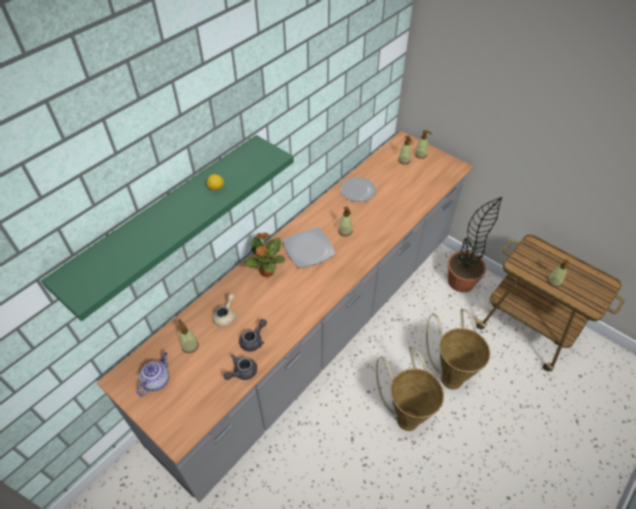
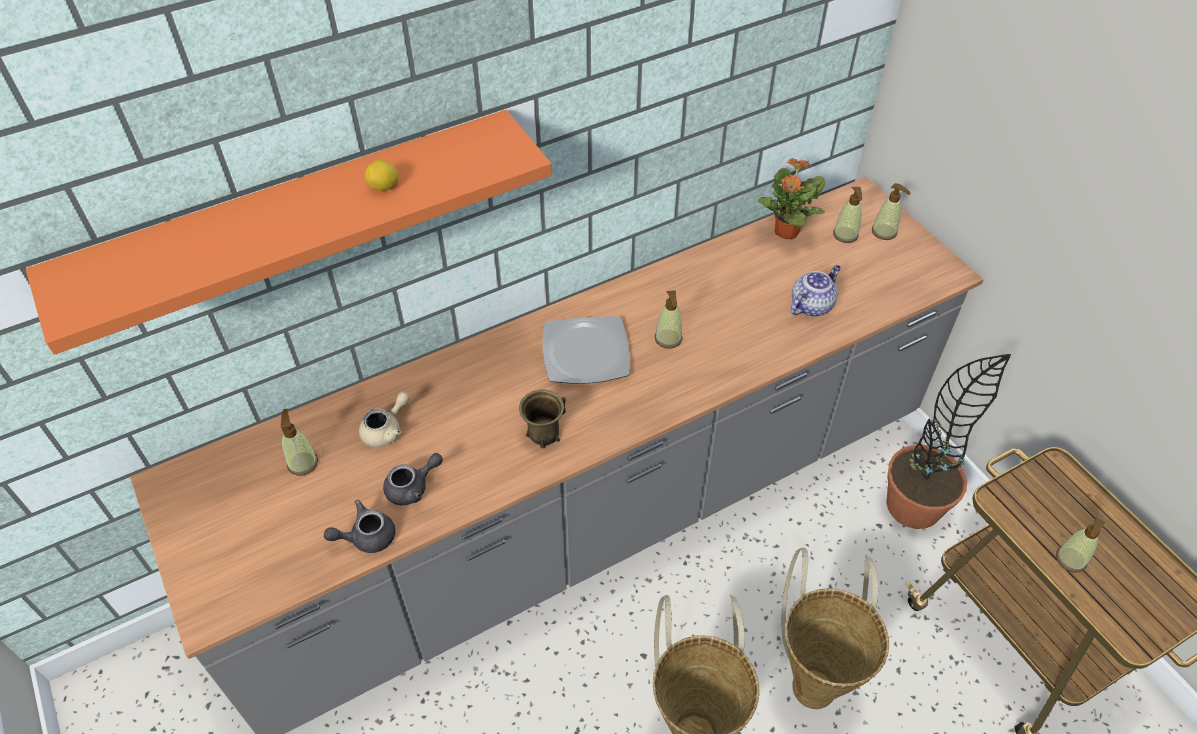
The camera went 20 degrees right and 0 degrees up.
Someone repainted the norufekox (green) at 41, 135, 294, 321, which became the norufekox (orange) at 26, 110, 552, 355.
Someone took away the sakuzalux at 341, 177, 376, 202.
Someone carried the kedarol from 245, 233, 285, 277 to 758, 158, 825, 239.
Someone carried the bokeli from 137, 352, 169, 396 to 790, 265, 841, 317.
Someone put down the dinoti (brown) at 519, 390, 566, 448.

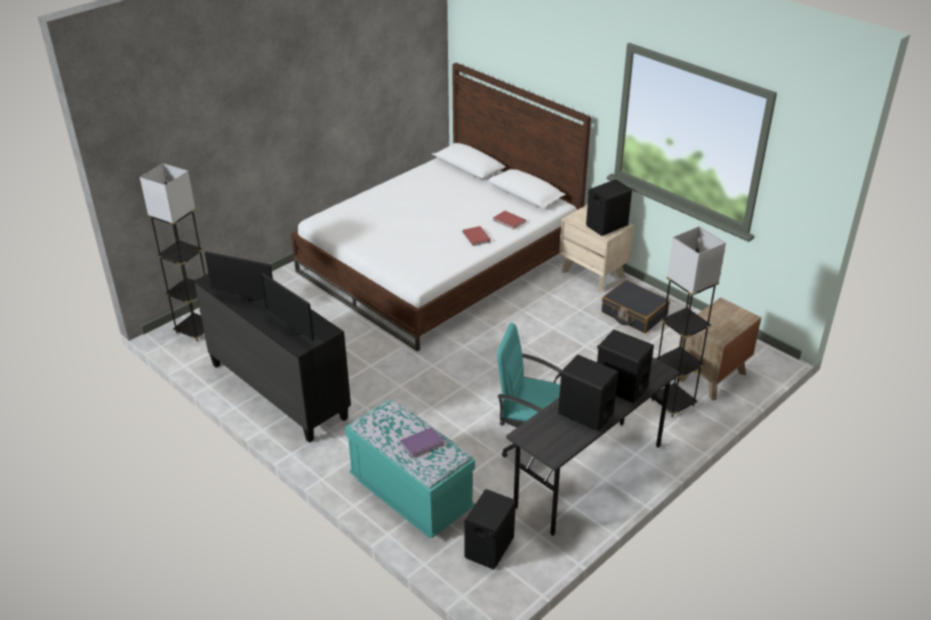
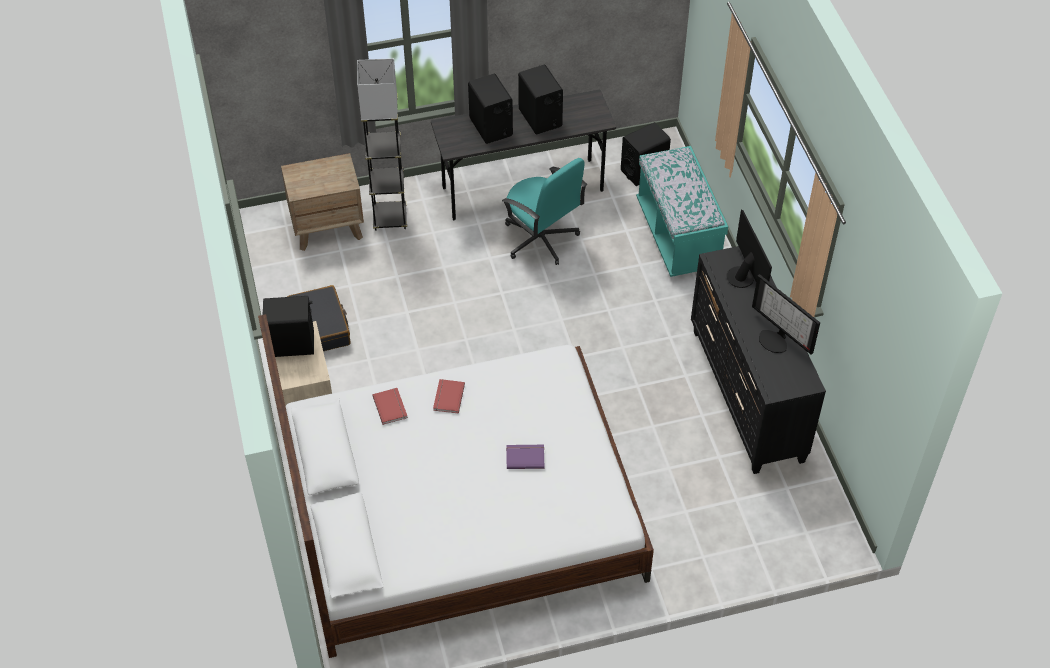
The camera went 150 degrees left and 15 degrees up.
Someone took away the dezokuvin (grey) at 140, 163, 205, 341.
Someone carried the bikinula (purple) from 400, 427, 444, 458 to 506, 445, 544, 469.

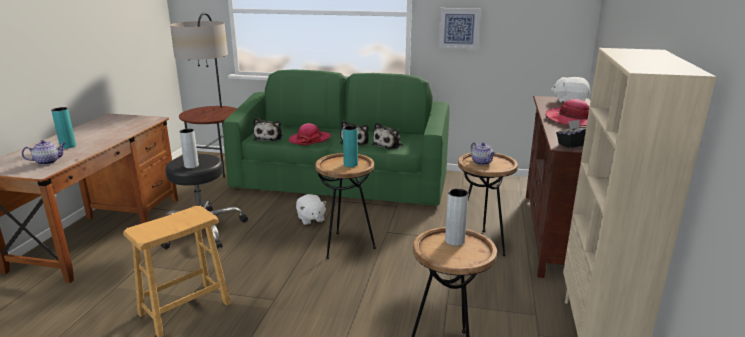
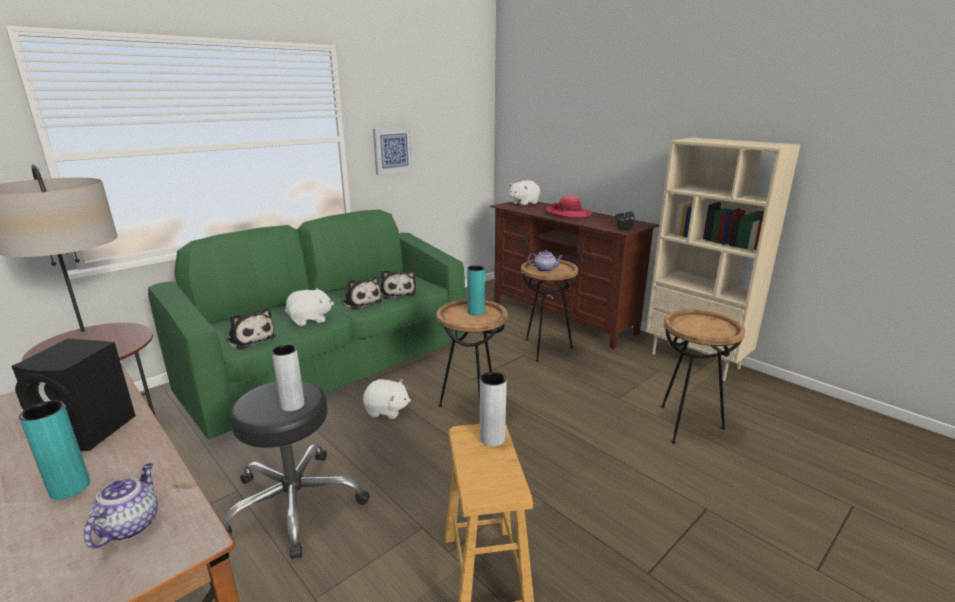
The camera went 55 degrees left and 0 degrees up.
Someone swapped the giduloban at 289, 123, 331, 145 for the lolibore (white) at 285, 288, 334, 326.
Someone carried the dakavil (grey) from 445, 189, 468, 246 to 480, 372, 507, 446.
Someone put down the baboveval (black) at 12, 338, 136, 451.

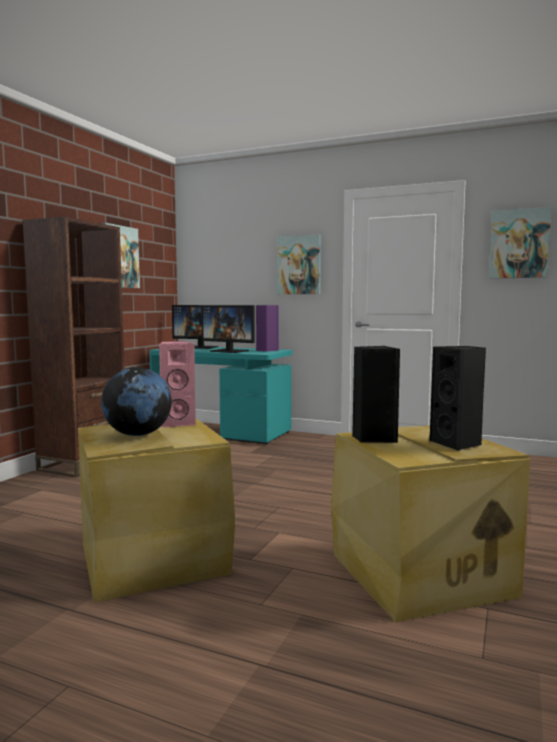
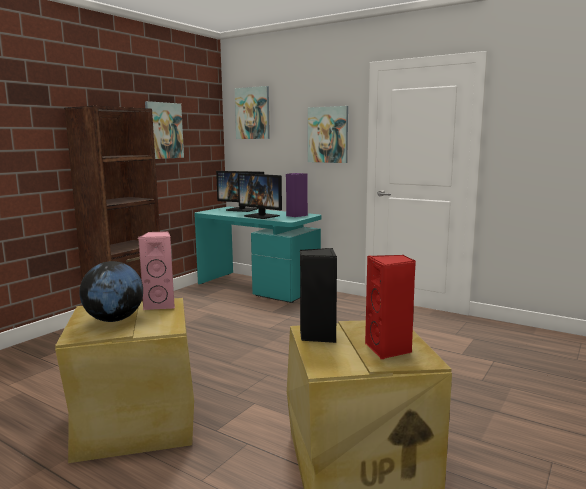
The camera went 10 degrees right and 5 degrees up.
Someone carried the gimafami from 489, 207, 552, 279 to 235, 86, 270, 139.
Someone repainted the baboveval (black) at 430, 346, 486, 451, which became the baboveval (red) at 365, 255, 416, 359.

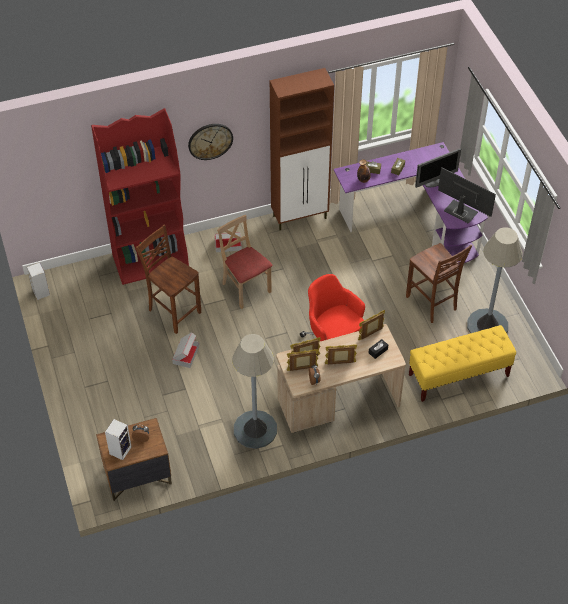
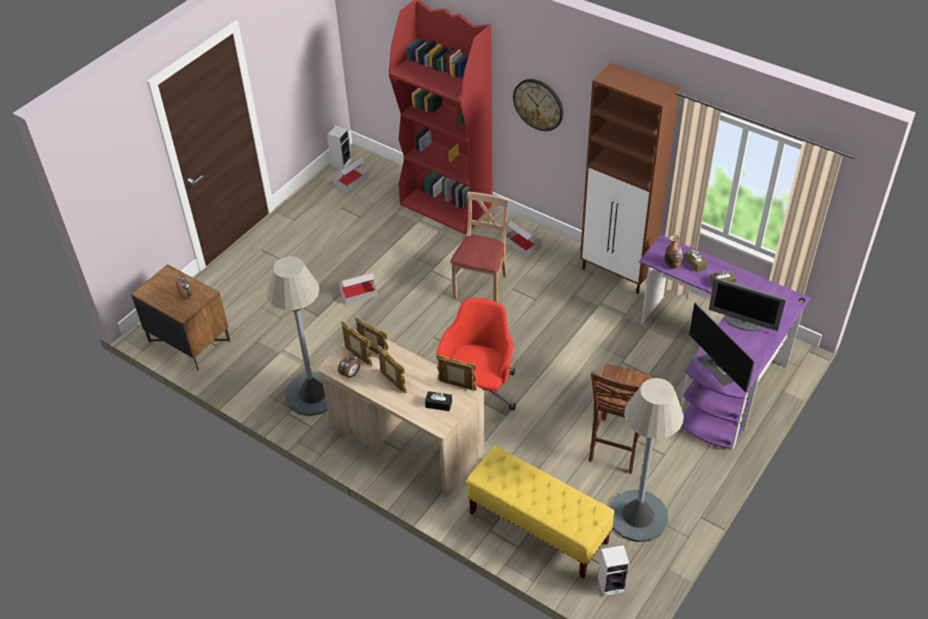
The camera went 55 degrees right and 5 degrees down.
Someone rotated the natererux at 438, 168, 496, 224 by 150 degrees clockwise.
Someone took away the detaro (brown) at 136, 225, 201, 334.
Someone carried the baboveval from 105, 419, 132, 460 to 598, 545, 630, 596.
Someone put down the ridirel at 332, 157, 369, 192.

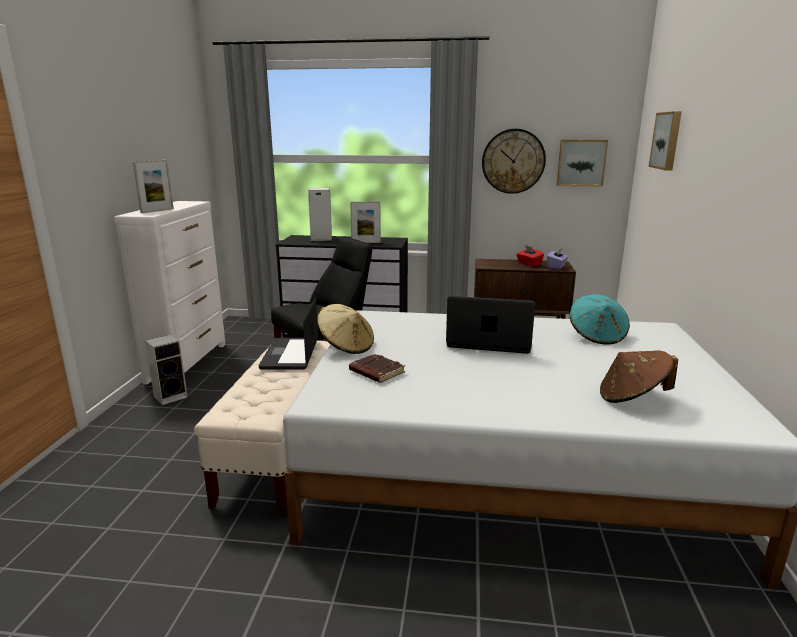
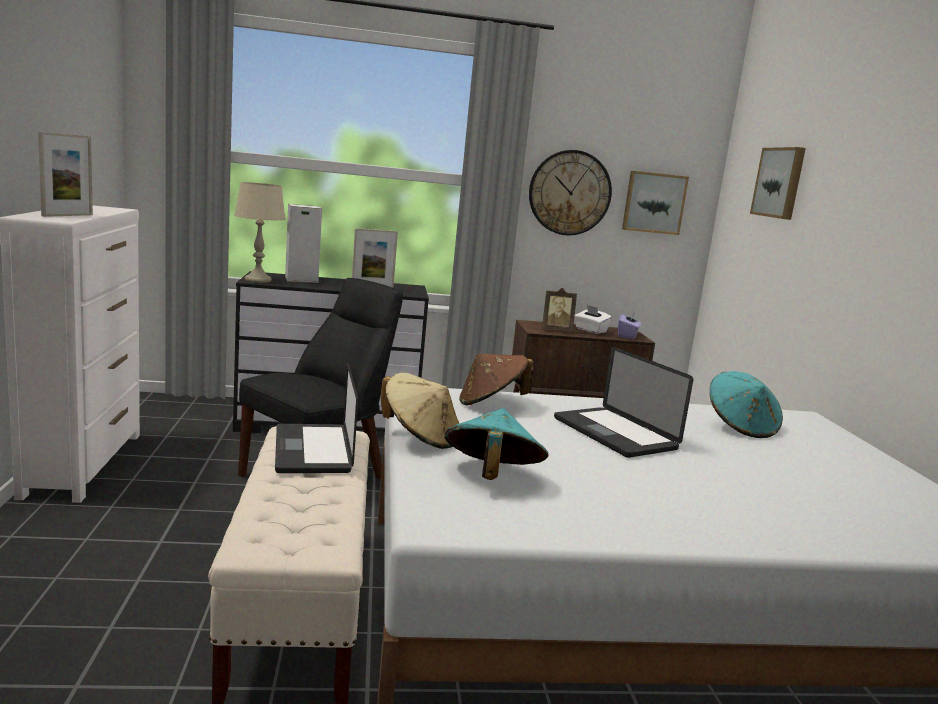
The camera went 15 degrees left and 5 degrees down.
Someone repainted the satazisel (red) at 516, 245, 544, 267, which became the satazisel (white) at 574, 305, 612, 334.
Someone rotated the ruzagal at 446, 296, 535, 354 by 120 degrees counterclockwise.
Someone took away the baboveval at 145, 334, 188, 405.
Someone carried the giduloban (brown) from 600, 350, 678, 403 to 459, 354, 534, 405.
Someone swapped the bikinula (brown) at 349, 354, 405, 383 for the giduloban (turquoise) at 445, 408, 549, 480.
Someone put down the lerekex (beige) at 234, 182, 286, 283.
Someone put down the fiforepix at 542, 288, 577, 332.

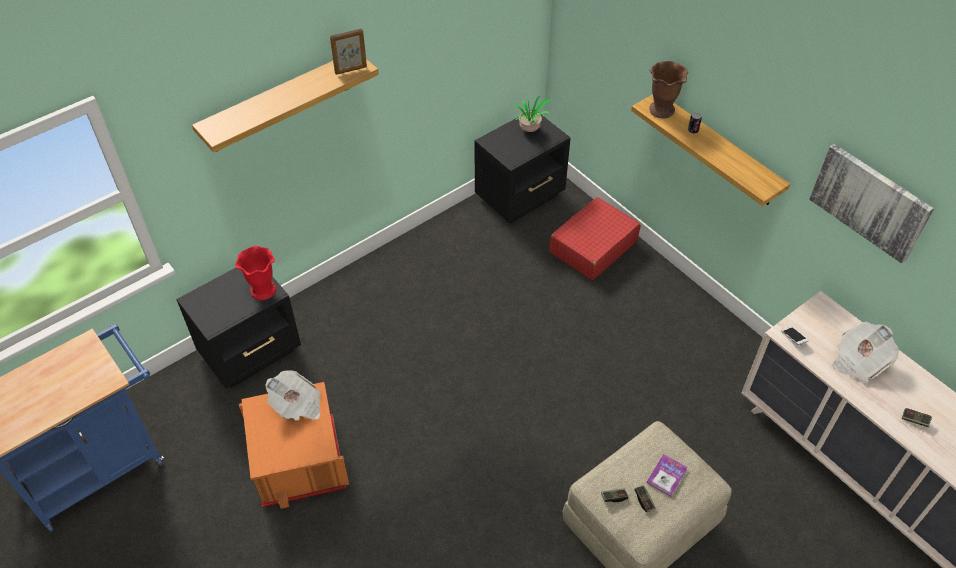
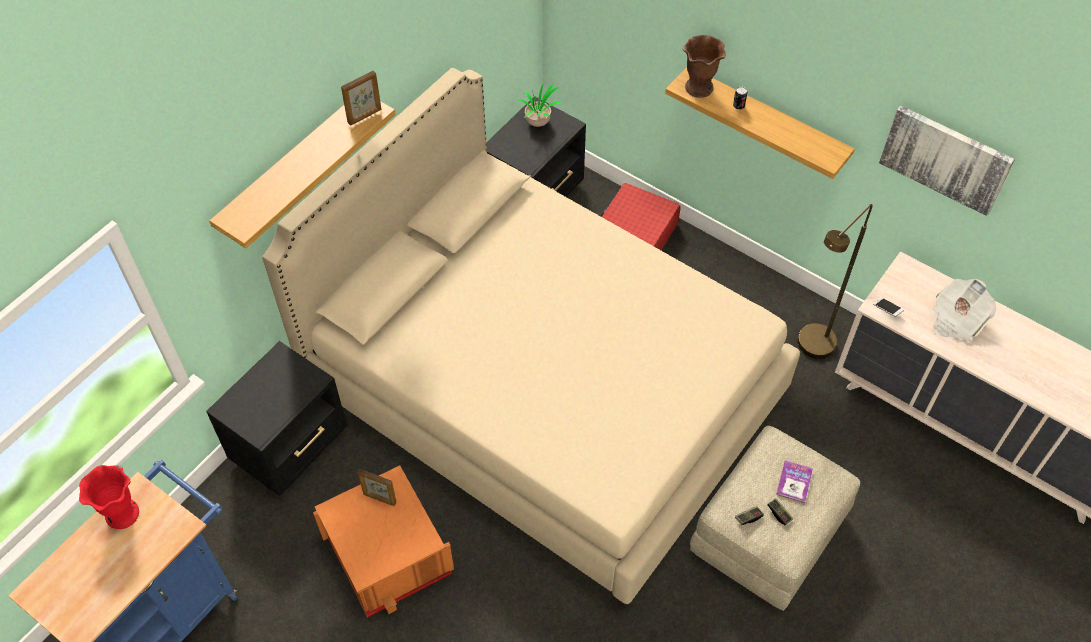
The camera went 15 degrees left and 5 degrees up.
Someone carried the dakavil (red) from 235, 246, 276, 300 to 79, 465, 139, 529.
Someone swapped the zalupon at 265, 370, 321, 421 for the fiforepix at 358, 469, 397, 506.
Someone took away the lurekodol at 902, 408, 932, 428.
Someone put down the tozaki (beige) at 262, 68, 800, 606.
Someone put down the dezokuvin (brown) at 798, 204, 873, 359.

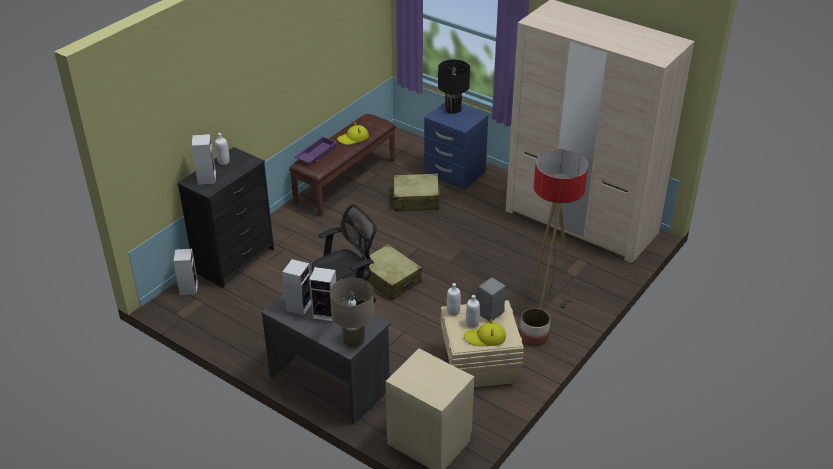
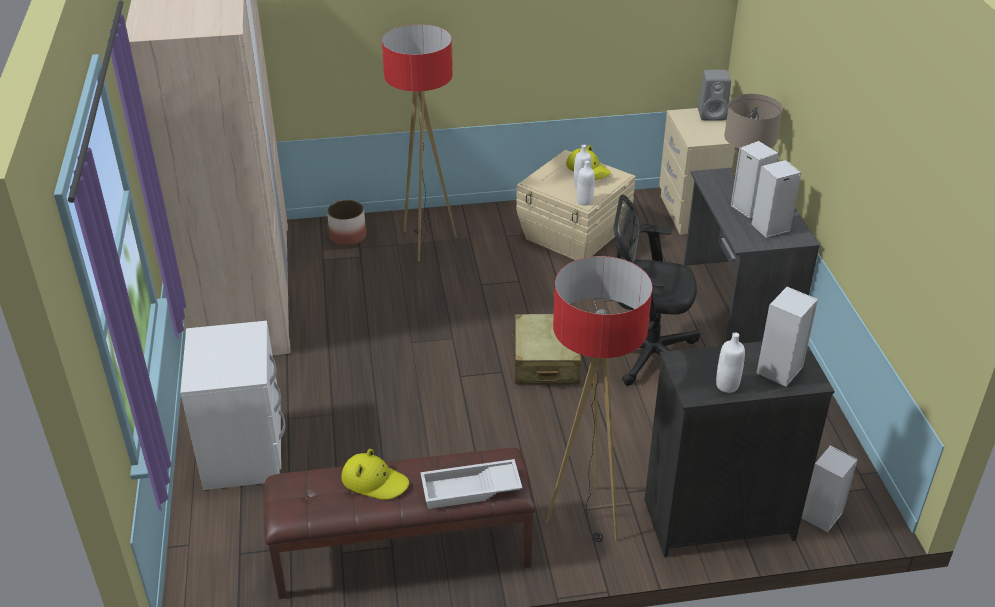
The camera went 135 degrees left and 0 degrees up.
Someone took away the lerekex (black) at 438, 60, 470, 114.
Someone repainted the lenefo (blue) at 424, 103, 488, 190, which became the lenefo (white) at 180, 321, 285, 490.
Someone repainted the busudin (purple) at 294, 136, 337, 164, which became the busudin (white) at 420, 459, 523, 509.
Someone took away the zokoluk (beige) at 393, 173, 443, 211.
Someone carried the baboveval (grey) from 477, 277, 506, 322 to 698, 70, 731, 120.
Someone carried the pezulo from 519, 308, 551, 346 to 327, 200, 366, 245.
Someone put down the dezokuvin at 546, 256, 652, 542.

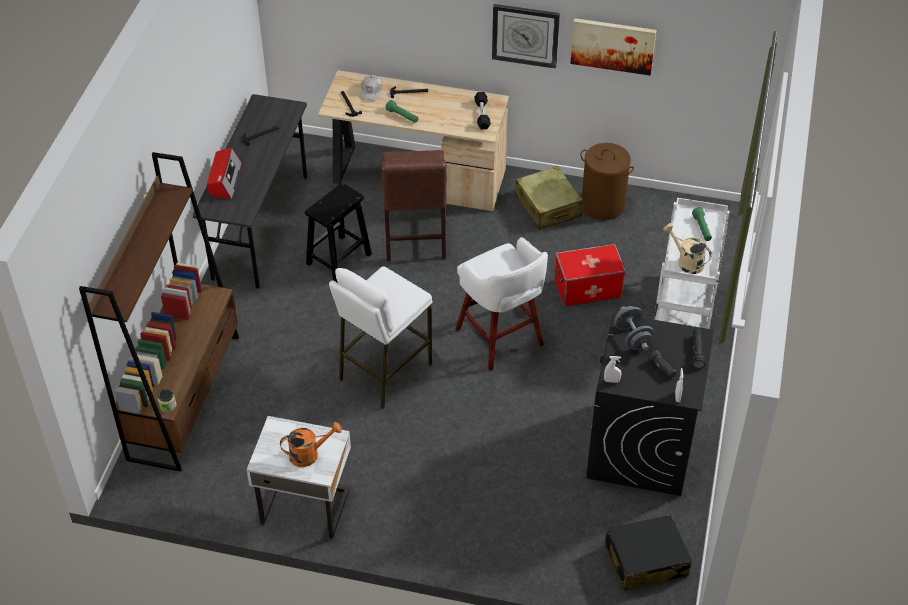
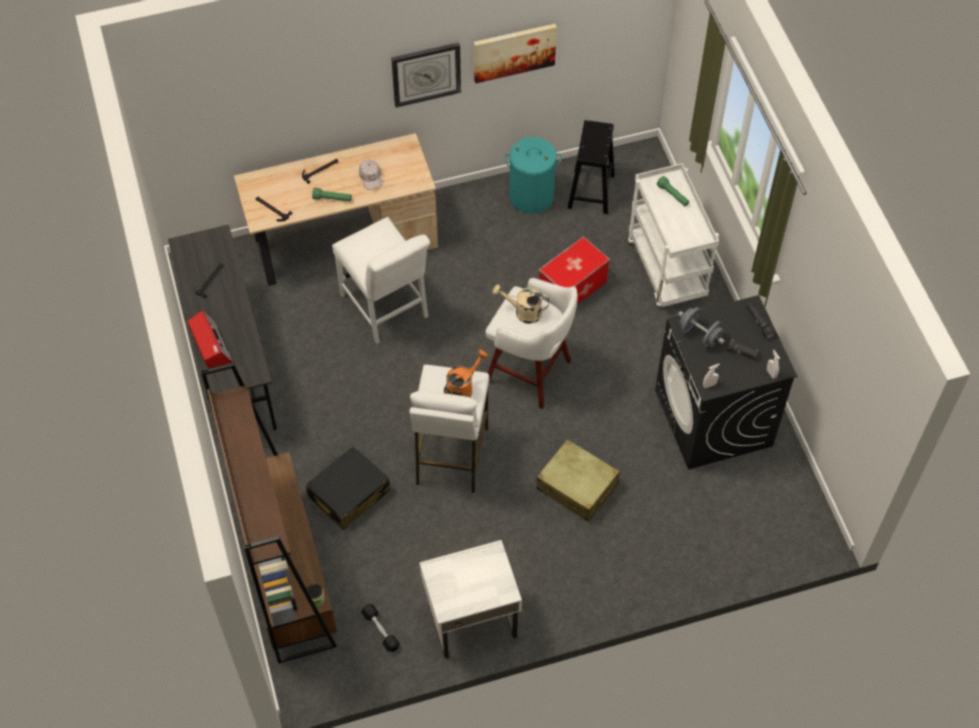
The camera went 30 degrees left and 10 degrees up.
Someone carried the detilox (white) from 360, 75, 382, 101 to 359, 160, 383, 190.
Someone carried the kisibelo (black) from 474, 92, 491, 130 to 361, 604, 400, 652.
Someone repainted the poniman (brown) at 581, 143, 634, 221, which became the poniman (turquoise) at 504, 137, 562, 214.
Someone repainted the detaro (brown) at 381, 150, 447, 261, which became the detaro (white) at 332, 217, 430, 344.
Someone carried the zokoluk (beige) from 516, 166, 583, 230 to 537, 439, 620, 522.
Someone carried the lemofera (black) from 305, 183, 372, 283 to 567, 120, 615, 214.
Someone carried the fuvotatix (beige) from 663, 223, 712, 274 to 493, 284, 550, 324.
Someone carried the fuvotatix (orange) from 280, 422, 342, 467 to 444, 350, 488, 397.
Someone carried the zokoluk (black) from 604, 514, 692, 591 to 306, 446, 390, 530.

